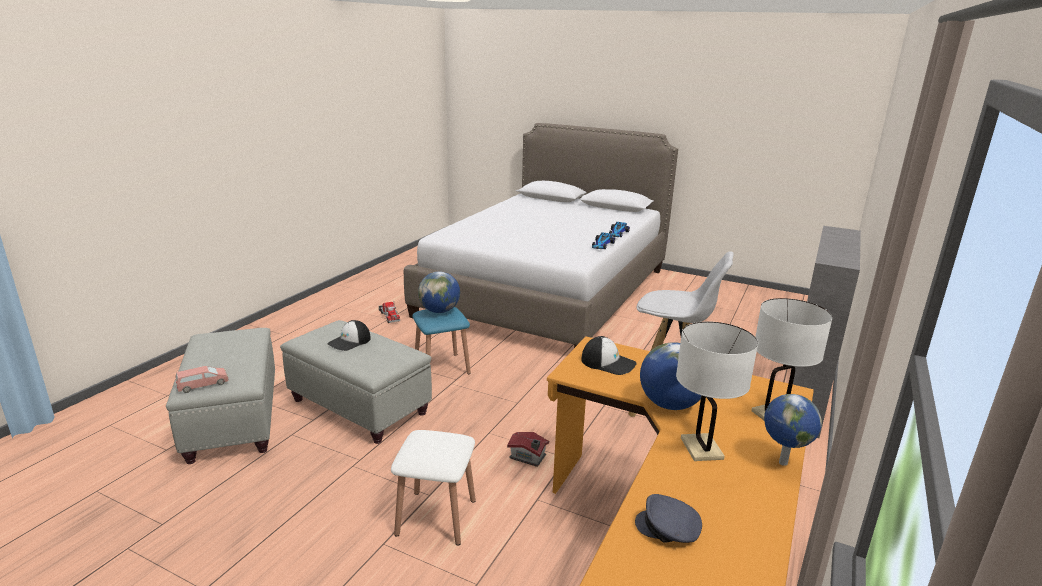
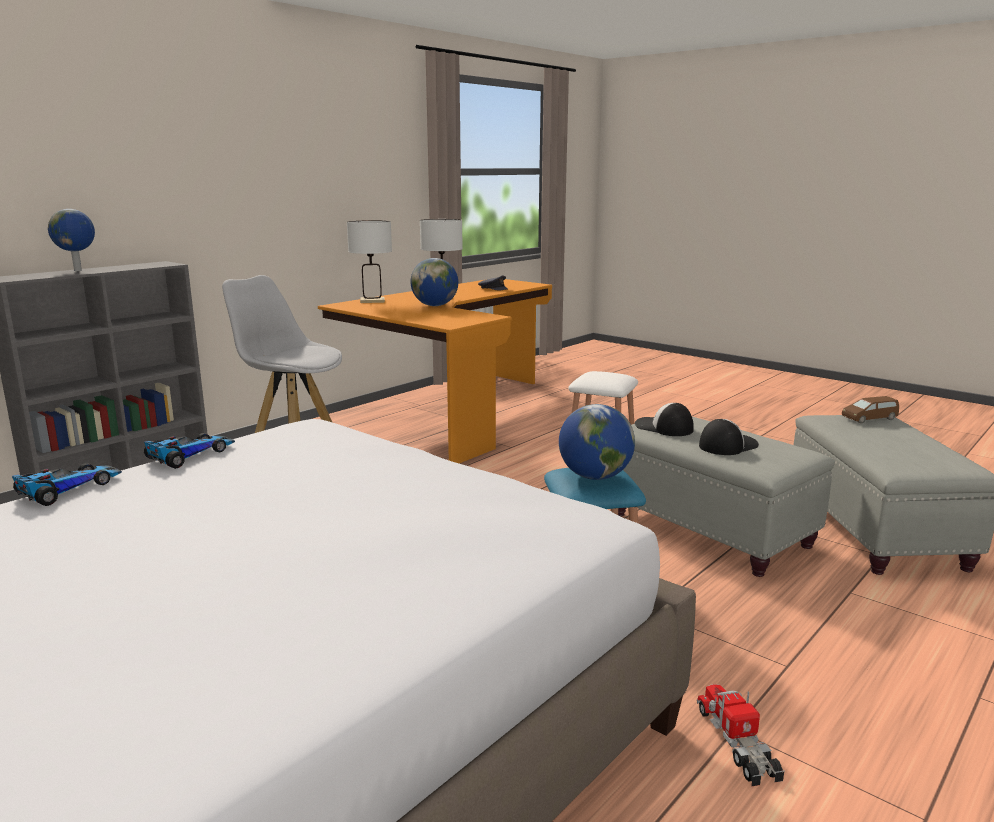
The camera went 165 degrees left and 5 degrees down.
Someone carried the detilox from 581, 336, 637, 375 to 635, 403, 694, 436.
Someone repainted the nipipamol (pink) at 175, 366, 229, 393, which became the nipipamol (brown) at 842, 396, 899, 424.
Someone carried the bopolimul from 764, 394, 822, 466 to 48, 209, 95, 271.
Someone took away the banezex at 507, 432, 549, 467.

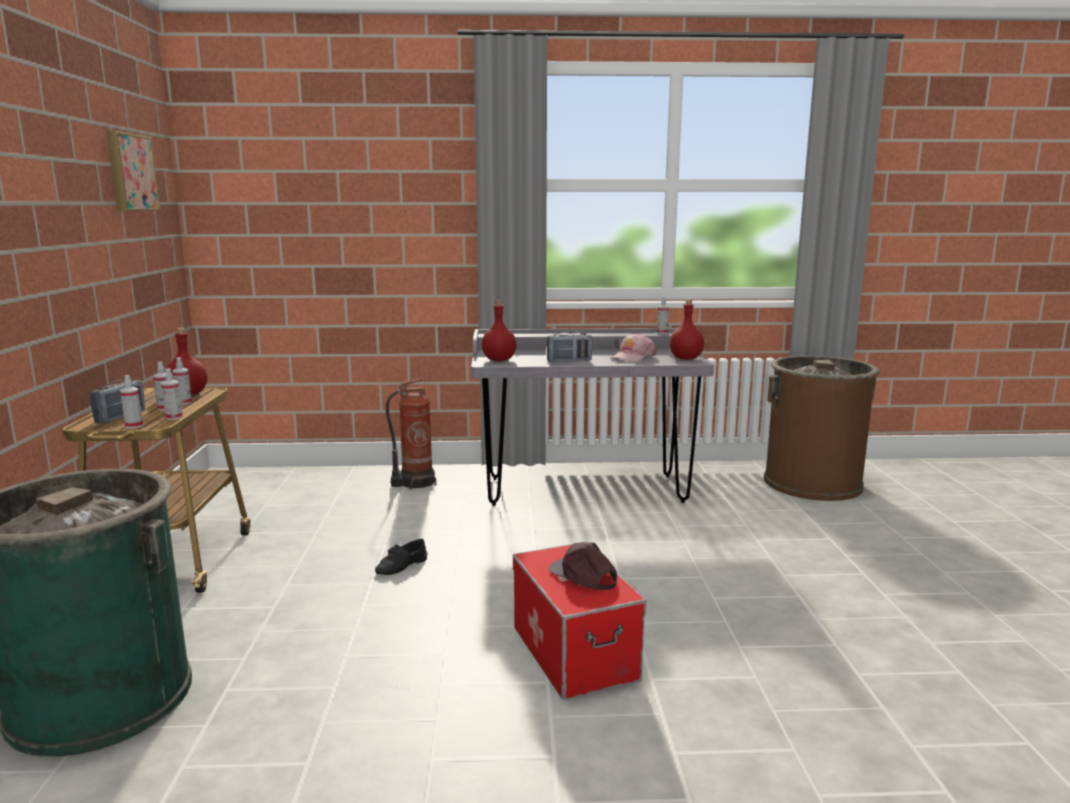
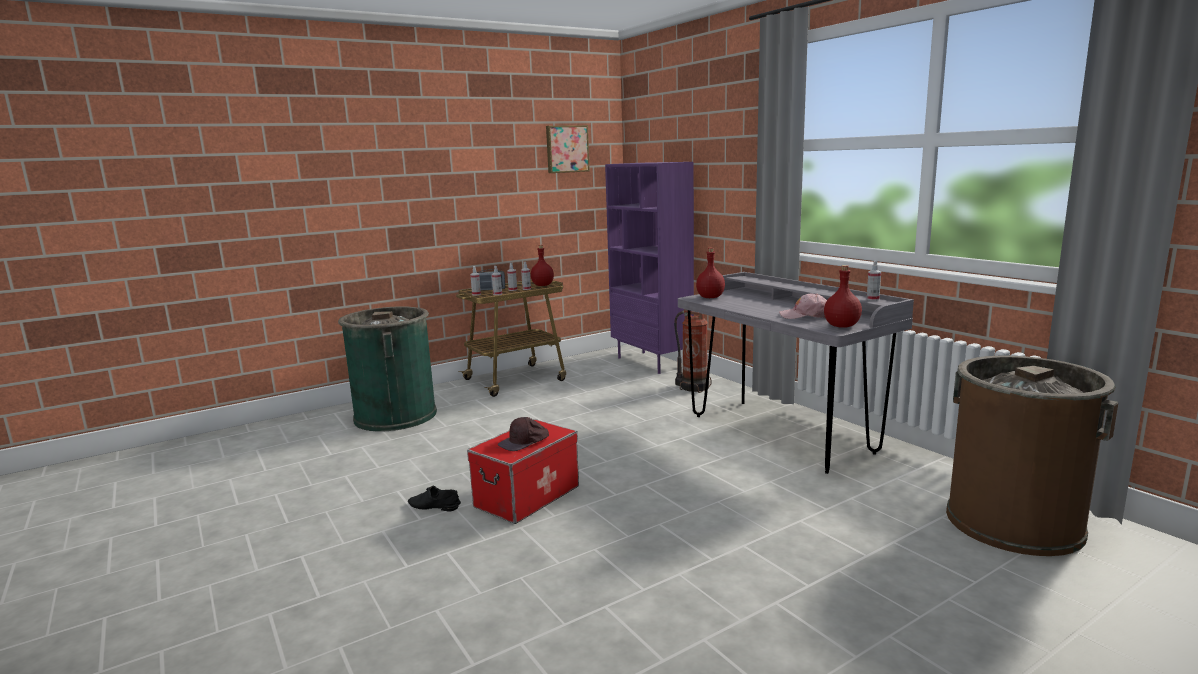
The camera went 60 degrees right and 0 degrees up.
Someone took away the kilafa at 547, 332, 592, 362.
Someone carried the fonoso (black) from 375, 539, 427, 575 to 408, 486, 461, 512.
Someone rotated the detilox (brown) at 549, 542, 617, 590 by 150 degrees counterclockwise.
Someone put down the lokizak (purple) at 605, 162, 694, 374.

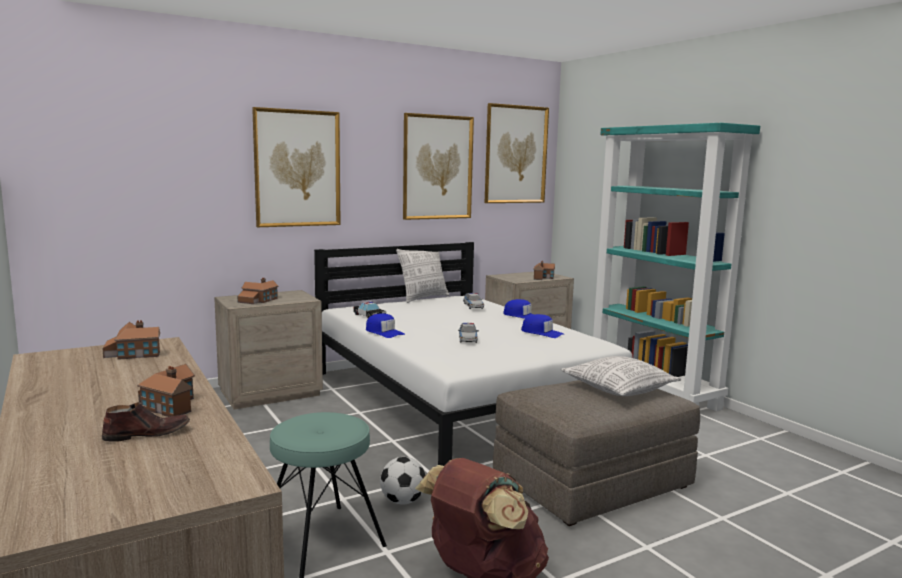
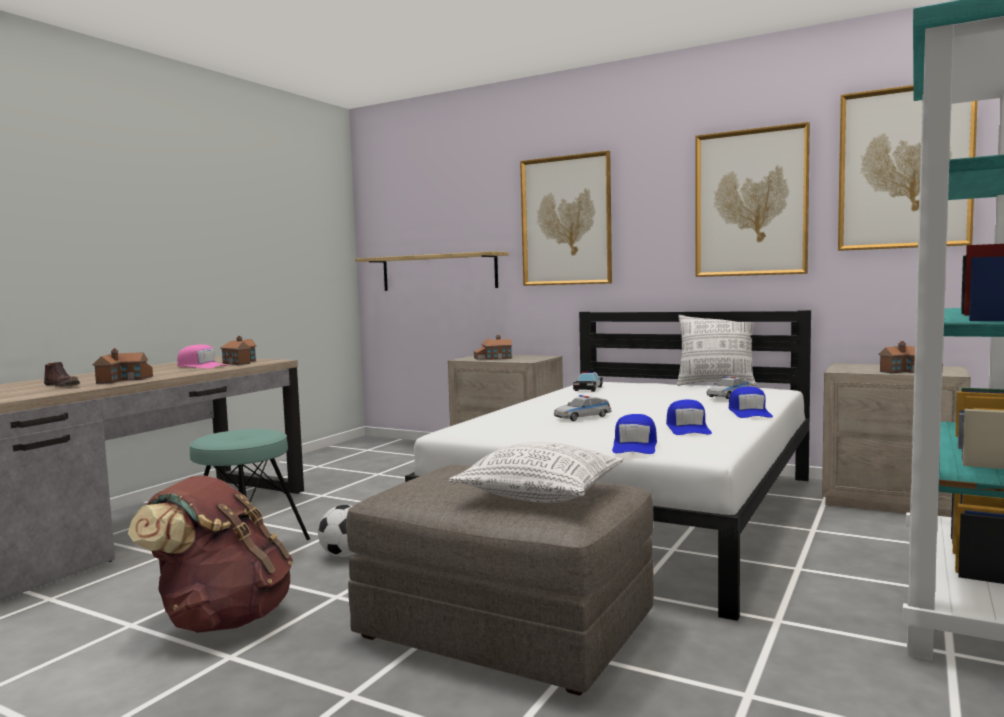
The camera went 60 degrees right and 5 degrees down.
Someone carried the detilox (blue) from 366, 313, 405, 338 to 612, 414, 657, 454.
Someone put up the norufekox at 355, 251, 509, 291.
Someone put down the detilox (pink) at 177, 344, 229, 369.

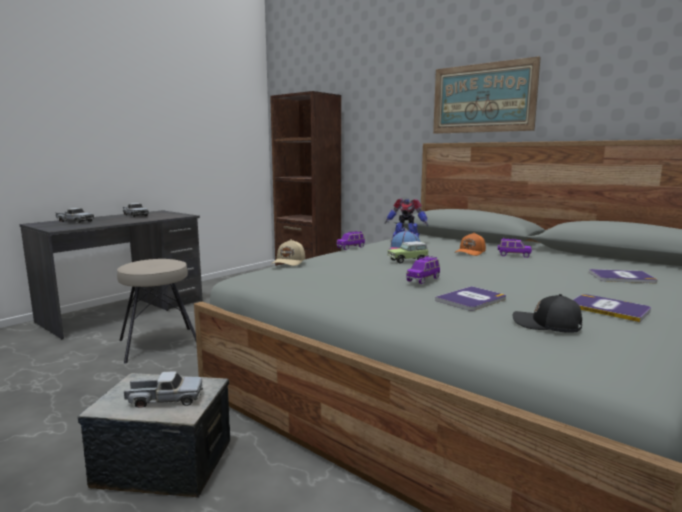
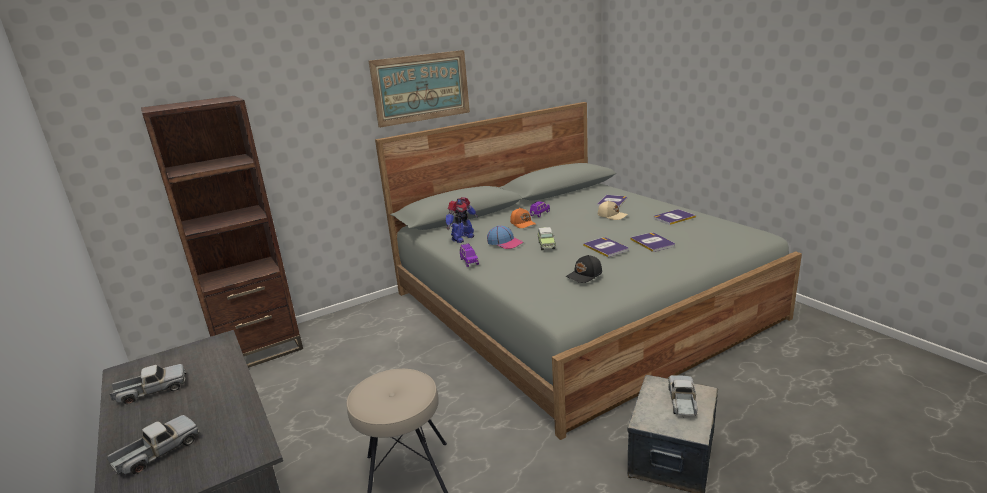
The camera went 70 degrees left and 10 degrees up.
Someone carried the detilox (beige) from 271, 239, 305, 266 to 598, 200, 628, 220.
Someone swapped the nipipamol (purple) at 406, 256, 440, 284 for the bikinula at 583, 237, 628, 257.
Someone carried the detilox (black) from 513, 294, 582, 333 to 566, 255, 602, 283.

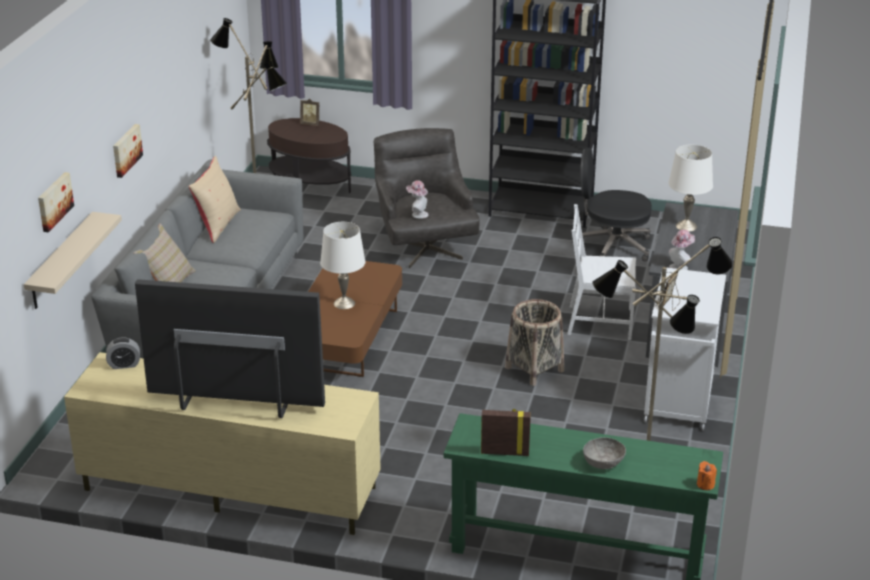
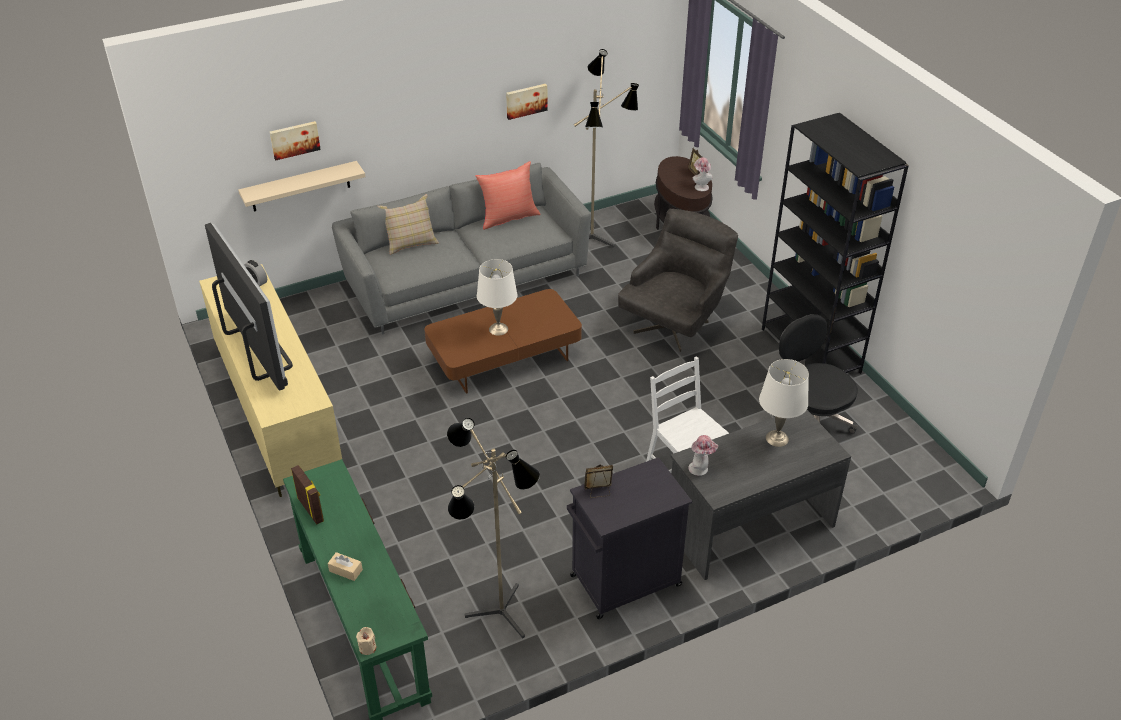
The camera went 50 degrees right and 10 degrees up.
Someone carried the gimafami from 113, 124, 143, 178 to 506, 84, 548, 120.
Someone repainted the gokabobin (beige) at 189, 156, 241, 243, which became the gokabobin (red) at 475, 161, 540, 230.
Someone carried the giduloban from 406, 180, 429, 219 to 693, 157, 713, 191.
Someone repainted the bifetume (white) at 644, 268, 726, 431, which became the bifetume (black) at 567, 457, 692, 619.
Someone took away the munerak at 505, 299, 564, 386.
Someone swapped the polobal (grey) at 583, 437, 626, 469 for the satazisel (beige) at 328, 552, 363, 581.
Someone repainted the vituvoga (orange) at 697, 461, 717, 490, which became the vituvoga (beige) at 356, 627, 376, 655.

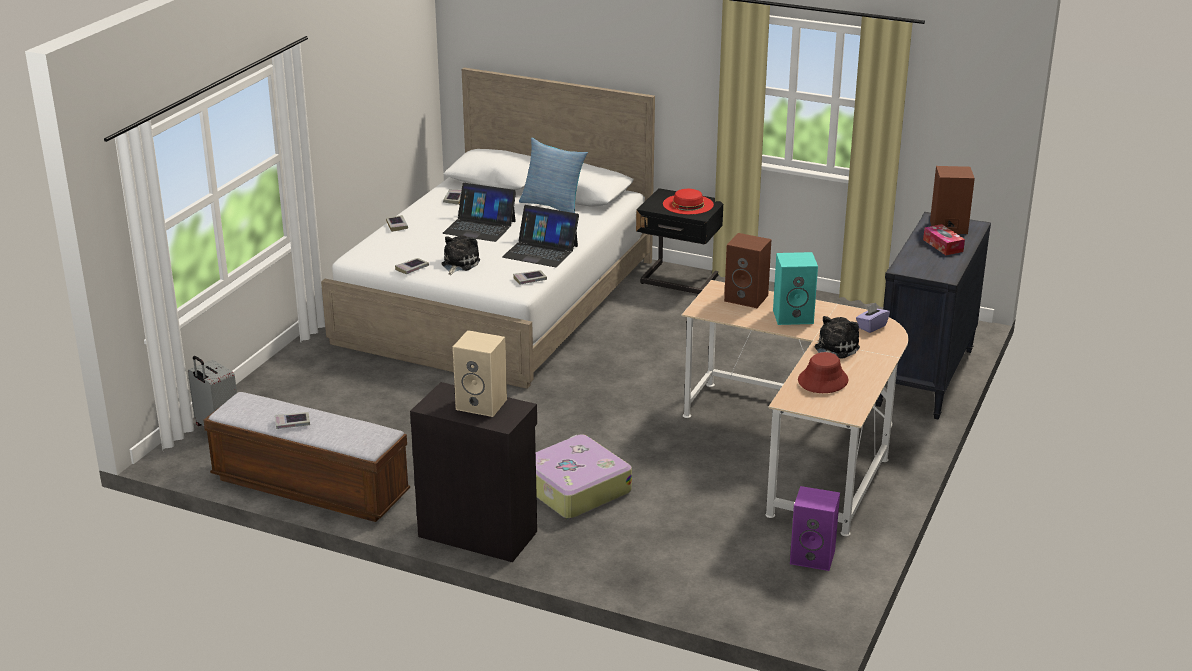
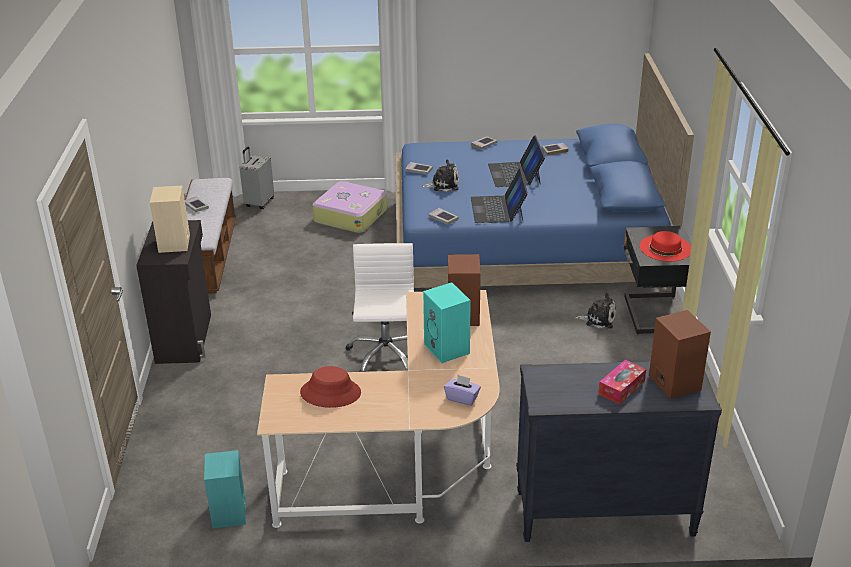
The camera went 65 degrees right and 5 degrees up.
Someone repainted the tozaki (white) at 321, 68, 655, 389, which became the tozaki (blue) at 395, 53, 694, 291.
Someone took away the gokabobin at 519, 138, 588, 213.
Someone carried the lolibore from 815, 316, 860, 358 to 574, 293, 616, 329.
Someone carried the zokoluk from 536, 434, 632, 519 to 312, 181, 387, 233.
Someone repainted the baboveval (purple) at 790, 486, 840, 571, which became the baboveval (turquoise) at 204, 450, 246, 528.
Someone put down the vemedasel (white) at 345, 243, 414, 372.

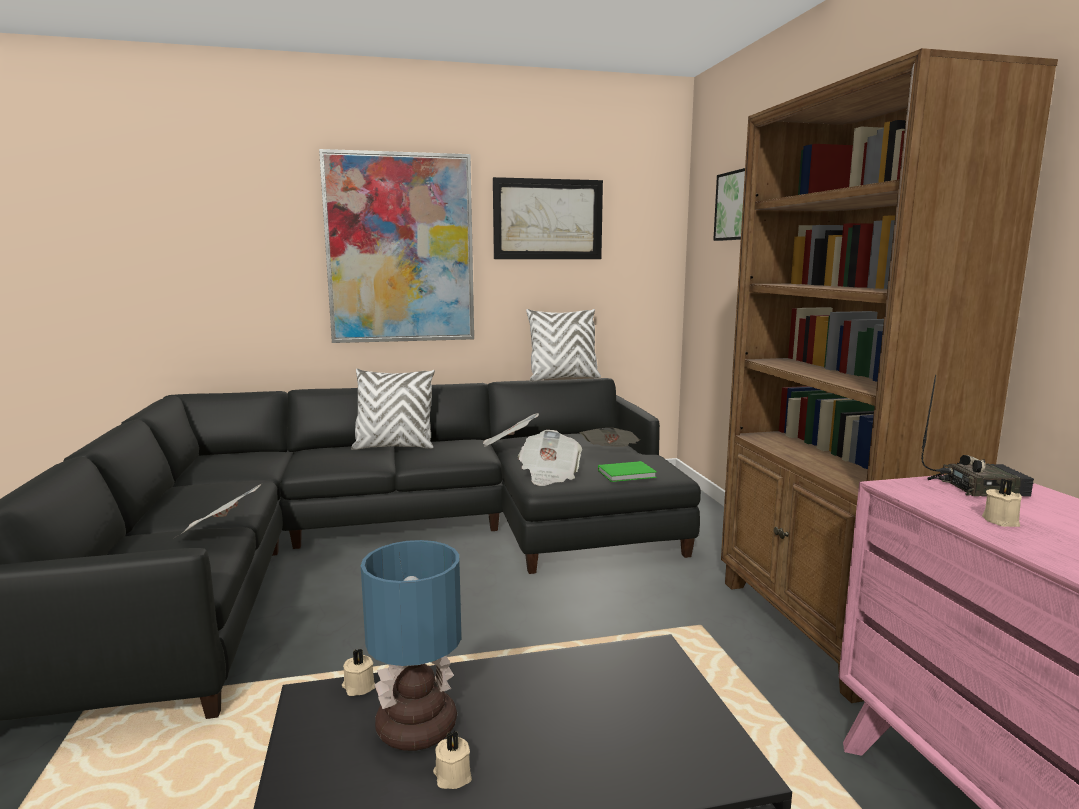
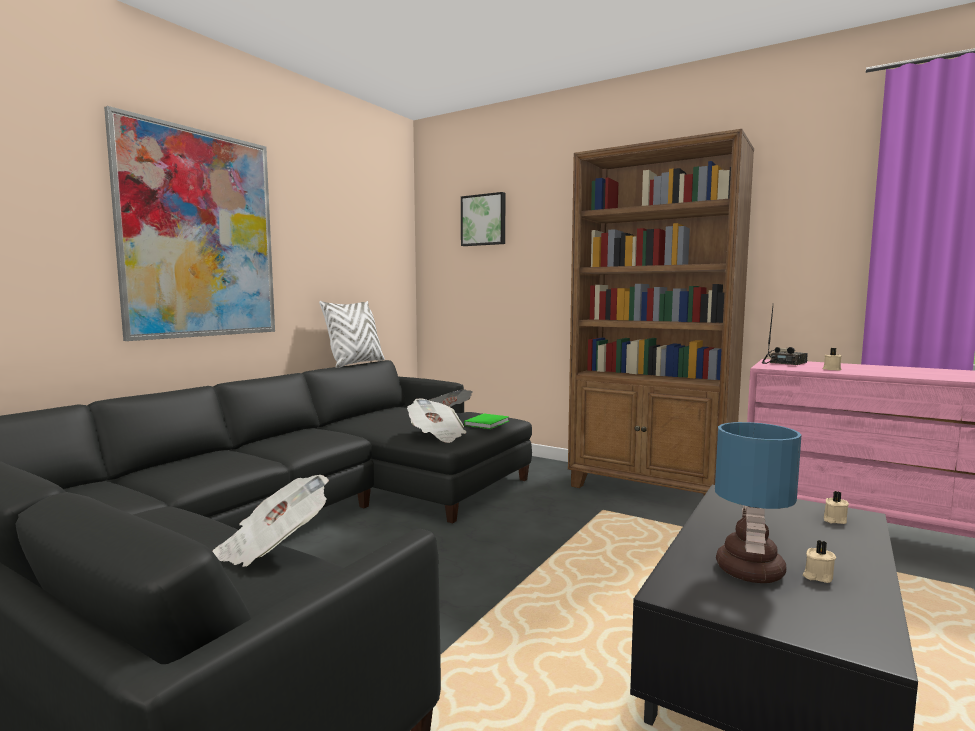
The camera went 45 degrees left and 5 degrees down.
Someone took away the gimafami at 493, 177, 603, 259.
Someone took away the gokabobin (white) at 351, 368, 435, 450.
Someone took away the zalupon at 483, 413, 539, 447.
Someone carried the vituvoga (beige) from 342, 648, 375, 696 to 824, 491, 849, 524.

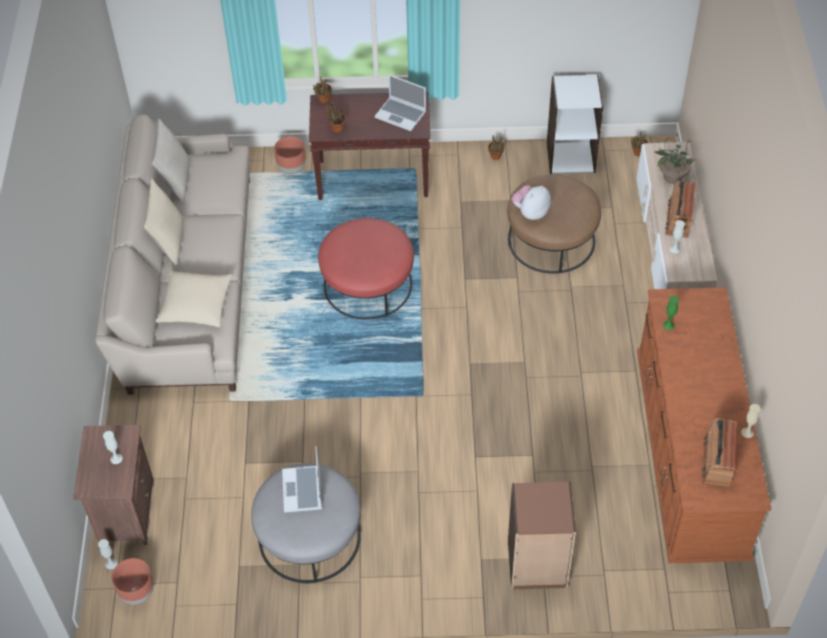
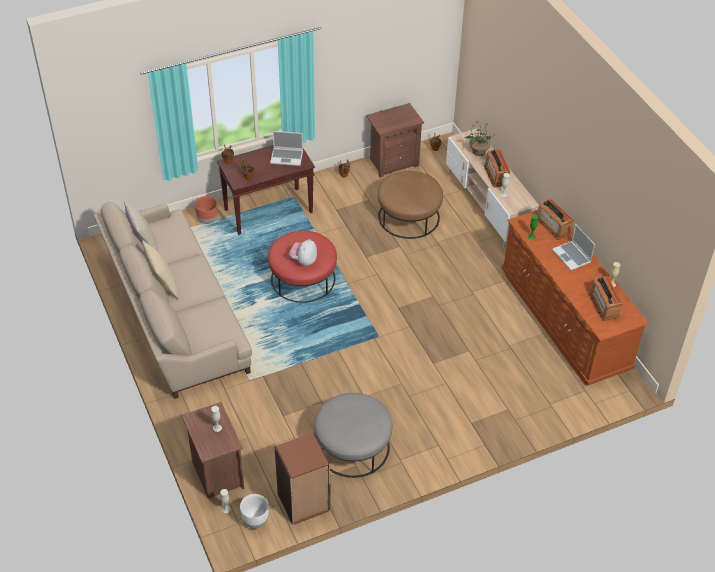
The camera went 25 degrees left and 5 degrees down.
Someone swapped the lokizak (white) at 547, 74, 603, 174 for the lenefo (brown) at 366, 103, 424, 178.
Someone carried the lolibore from 512, 185, 551, 220 to 289, 239, 317, 266.
Someone took away the gokabobin (beige) at 156, 270, 233, 327.
Someone carried the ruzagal from 282, 446, 322, 513 to 552, 224, 595, 270.
Someone carried the lokizak (brown) from 508, 481, 576, 590 to 274, 432, 331, 525.
Someone repainted the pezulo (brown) at 112, 558, 154, 605, which became the pezulo (white) at 240, 494, 269, 529.
Someone put down the kilafa at 537, 198, 574, 240.

